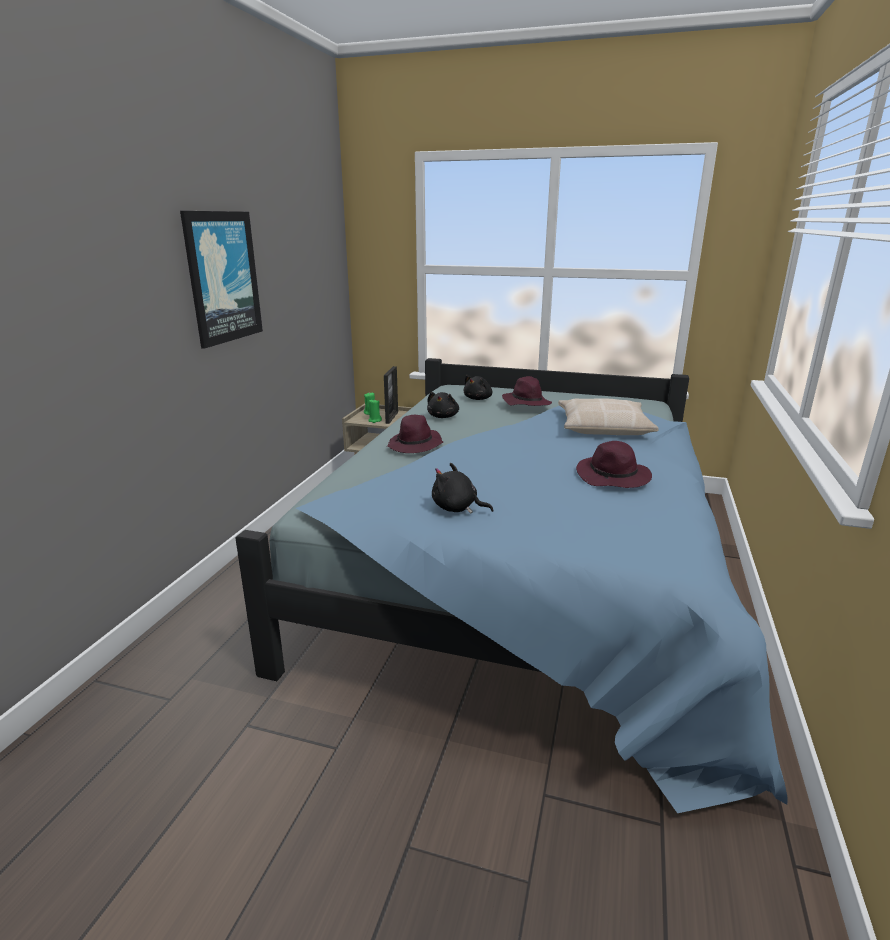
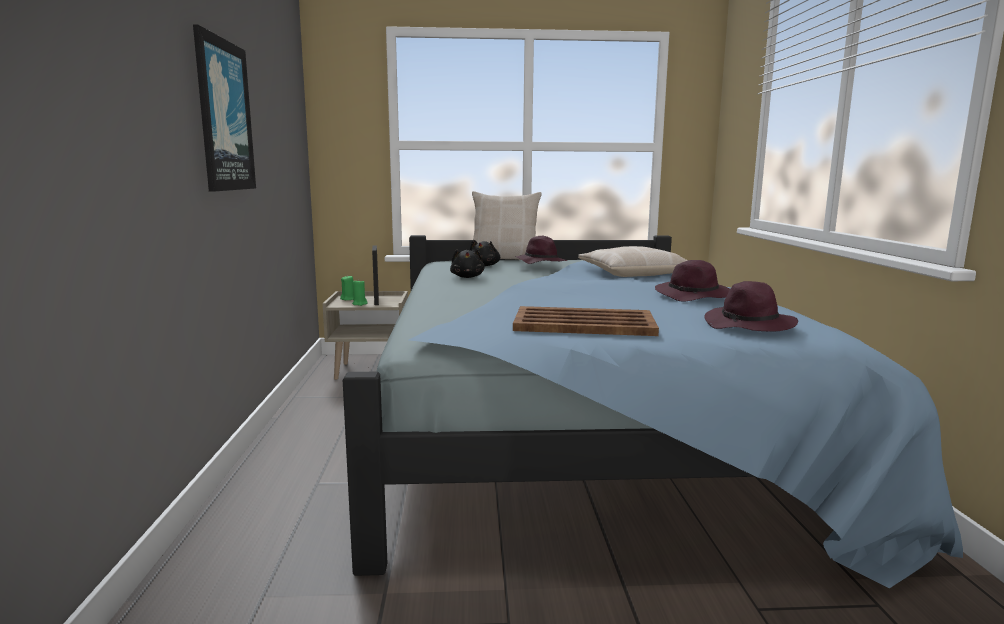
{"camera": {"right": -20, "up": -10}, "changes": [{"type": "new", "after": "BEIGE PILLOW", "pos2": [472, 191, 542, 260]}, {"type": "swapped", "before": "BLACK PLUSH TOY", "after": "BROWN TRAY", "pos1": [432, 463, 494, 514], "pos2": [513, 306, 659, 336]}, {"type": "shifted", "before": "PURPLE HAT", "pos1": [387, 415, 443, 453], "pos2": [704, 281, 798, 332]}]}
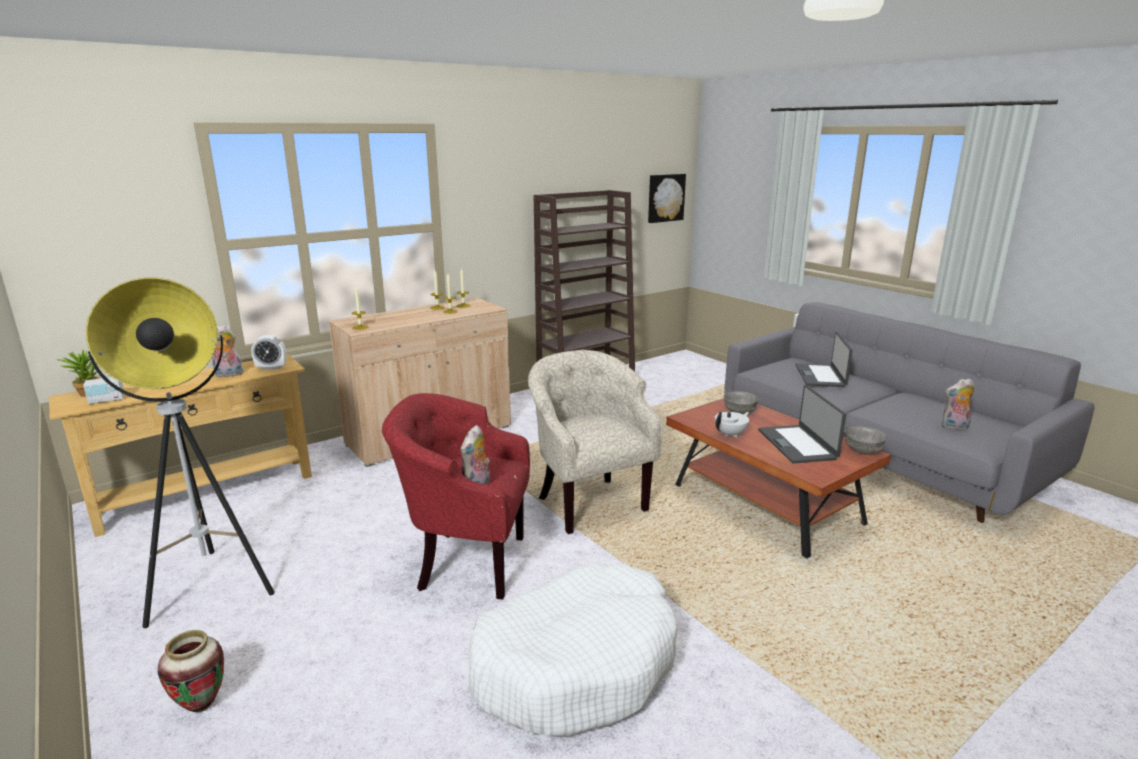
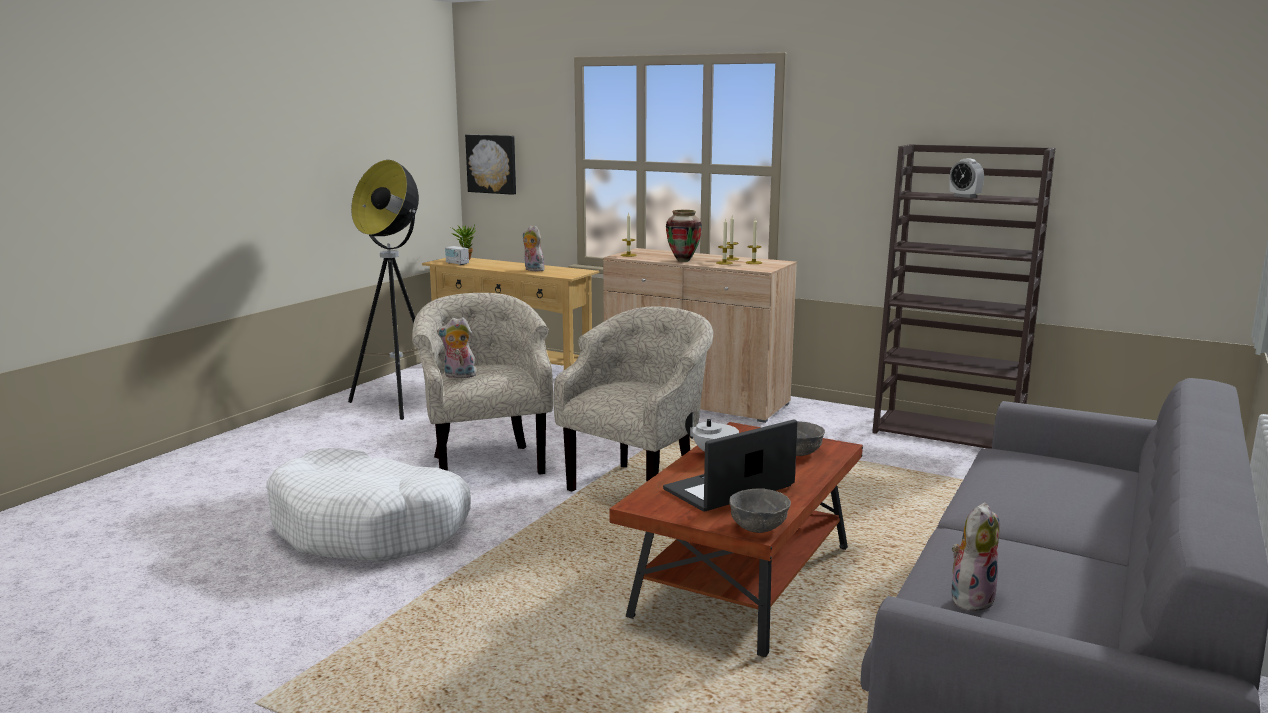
{"camera": {"right": 65, "up": -5}, "changes": [{"type": "repainted", "before": "RED ARMCHAIR", "after": "BEIGE ARMCHAIR", "pos1": [382, 393, 530, 599], "pos2": [412, 293, 553, 475]}, {"type": "shifted", "before": "PICTURE", "pos1": [648, 174, 686, 223], "pos2": [465, 135, 516, 195]}, {"type": "shifted", "before": "VASE", "pos1": [158, 630, 224, 713], "pos2": [666, 210, 702, 262]}, {"type": "shifted", "before": "ALARM CLOCK", "pos1": [251, 335, 286, 370], "pos2": [949, 159, 984, 198]}, {"type": "rotated", "before": "PLUSH TOY", "pos1": [942, 378, 974, 430], "pos2": [951, 503, 1000, 611], "turn": 75}, {"type": "gone", "before": "LAPTOP", "pos1": [795, 332, 853, 387]}]}
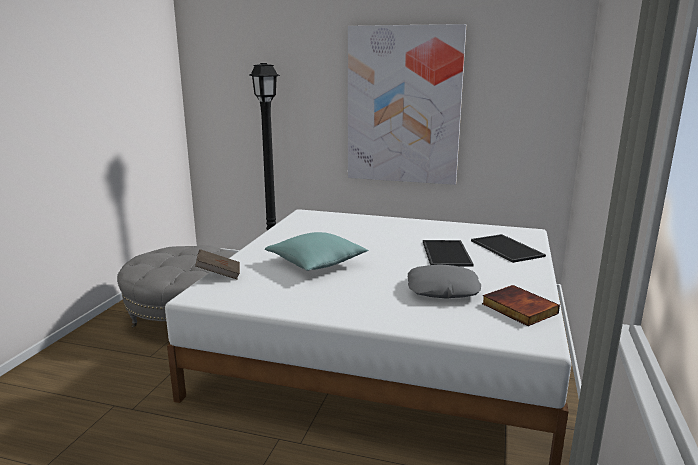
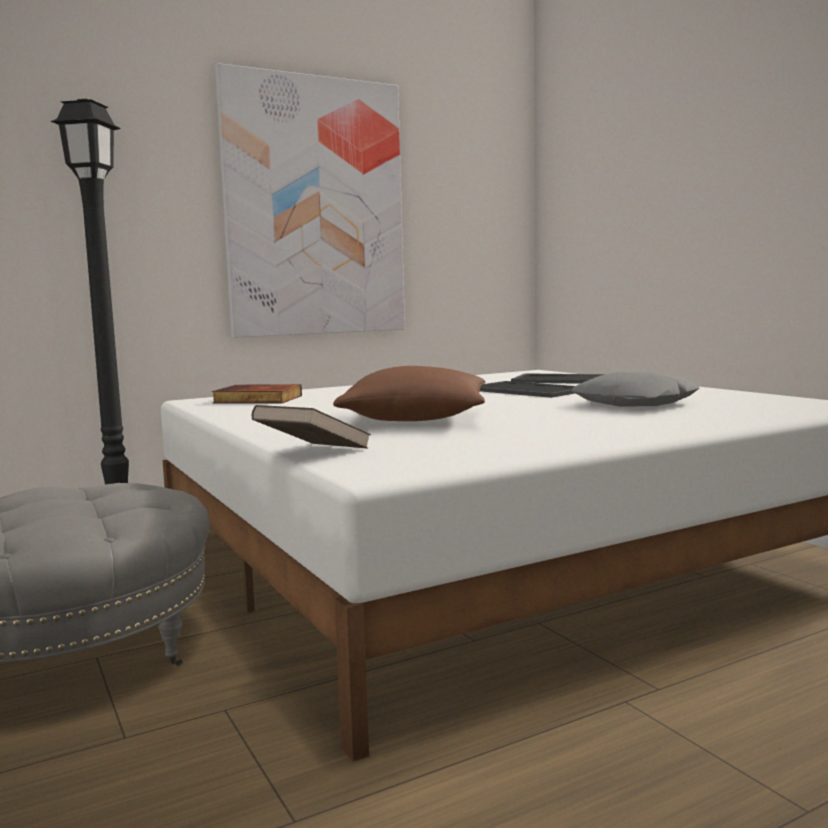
{"camera": {"right": -45, "up": -10}, "changes": [{"type": "shifted", "before": "BOOK", "pos1": [482, 285, 560, 326], "pos2": [212, 384, 302, 404]}, {"type": "repainted", "before": "TURQUOISE PILLOW", "after": "BROWN PILLOW", "pos1": [265, 232, 369, 271], "pos2": [333, 366, 485, 421]}]}
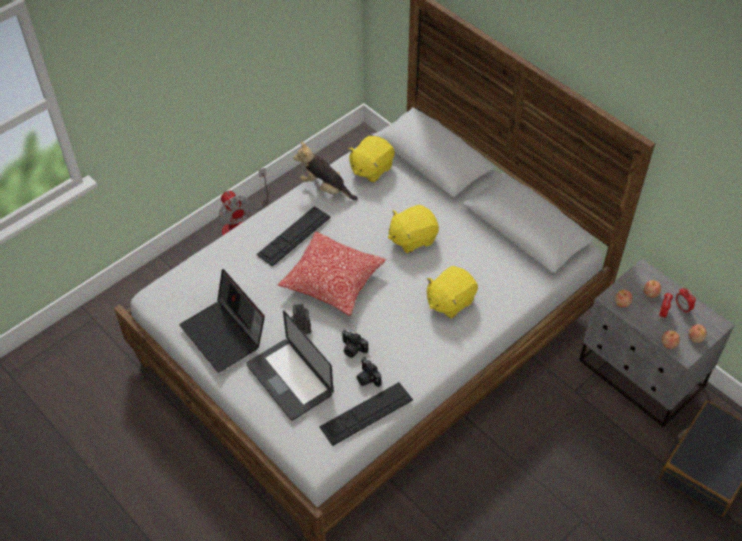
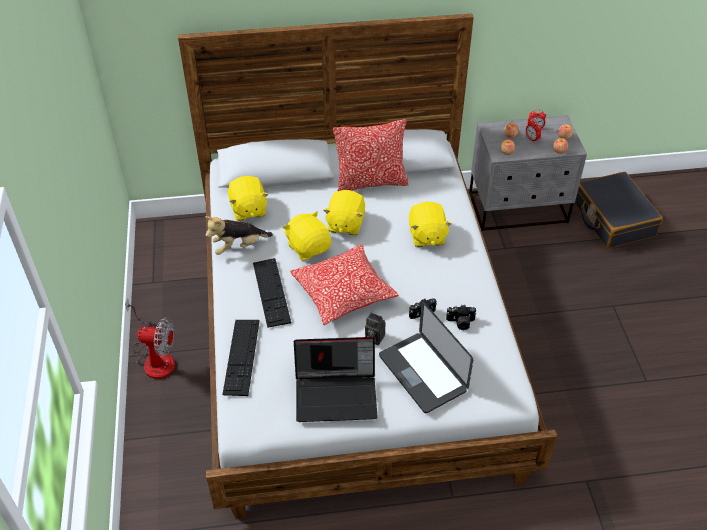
{"camera": {"right": -55, "up": -5}, "changes": [{"type": "shifted", "before": "KEYBOARD", "pos1": [319, 382, 413, 446], "pos2": [222, 320, 259, 396]}, {"type": "new", "after": "YELLOW PLUSH TOY", "pos2": [283, 211, 331, 261]}, {"type": "new", "after": "PILLOW", "pos2": [333, 119, 409, 191]}, {"type": "rotated", "before": "LAPTOP", "pos1": [246, 310, 333, 420], "pos2": [379, 301, 473, 413], "turn": 60}]}
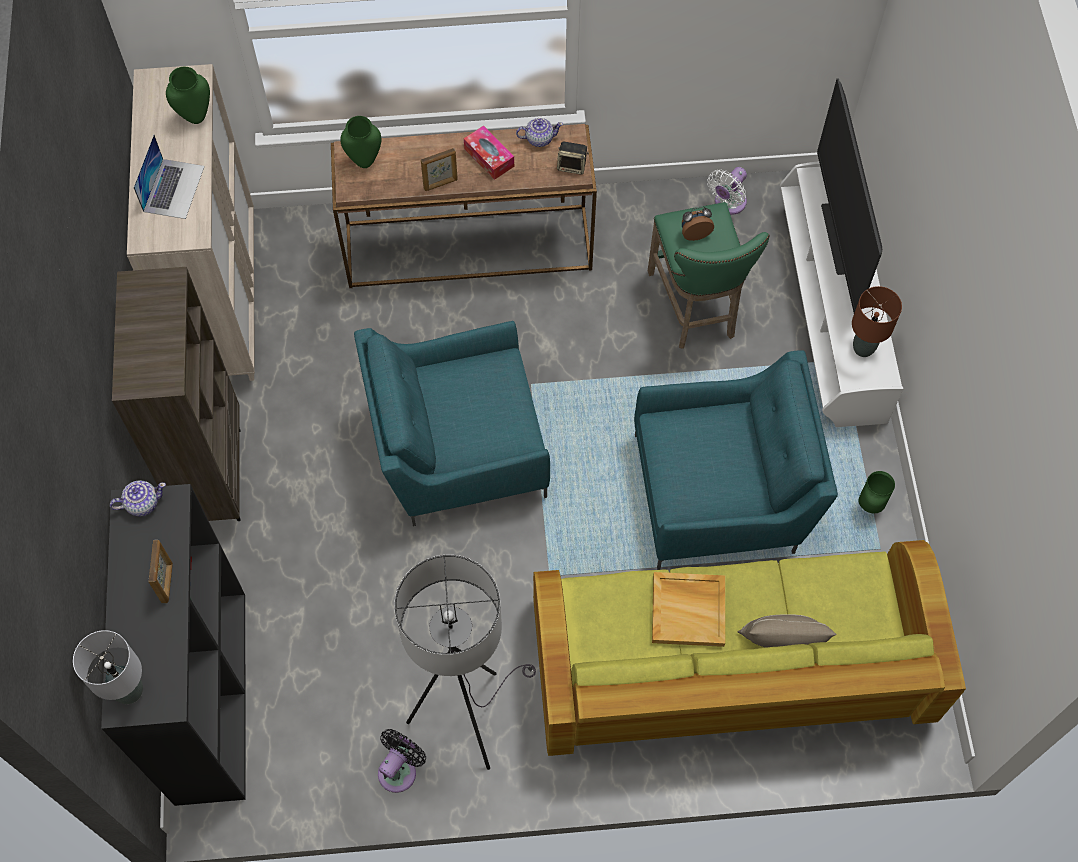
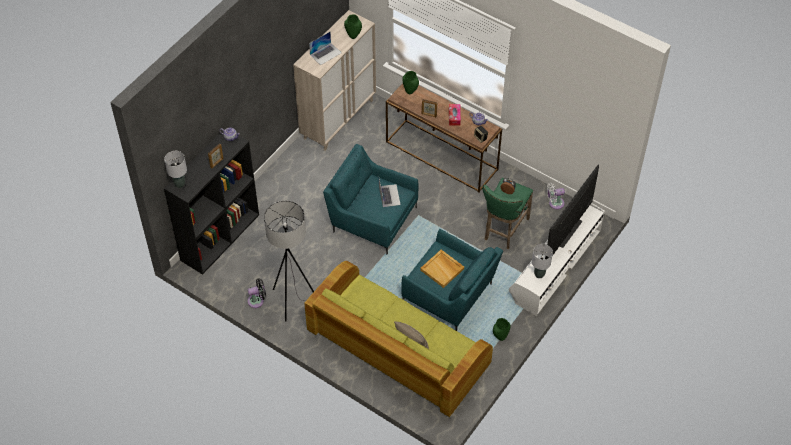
{"camera": {"right": 40, "up": -10}, "changes": [{"type": "new", "after": "LAPTOP", "pos2": [379, 179, 401, 207]}, {"type": "shifted", "before": "BEIGE TRAY", "pos1": [652, 572, 725, 647], "pos2": [420, 250, 464, 288]}, {"type": "repainted", "before": "BROWN TABLE LAMP", "after": "GREY TABLE LAMP", "pos1": [852, 286, 902, 357], "pos2": [532, 244, 553, 278]}, {"type": "gone", "before": "BROWN BOOKCASE", "pos1": [112, 267, 241, 521]}]}
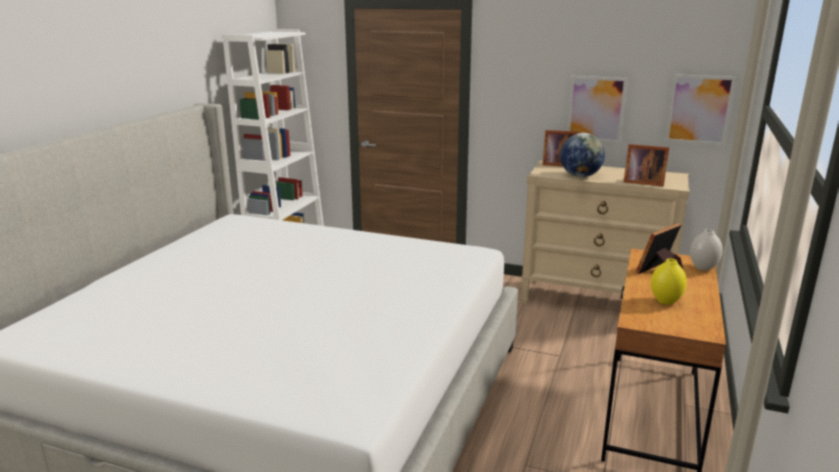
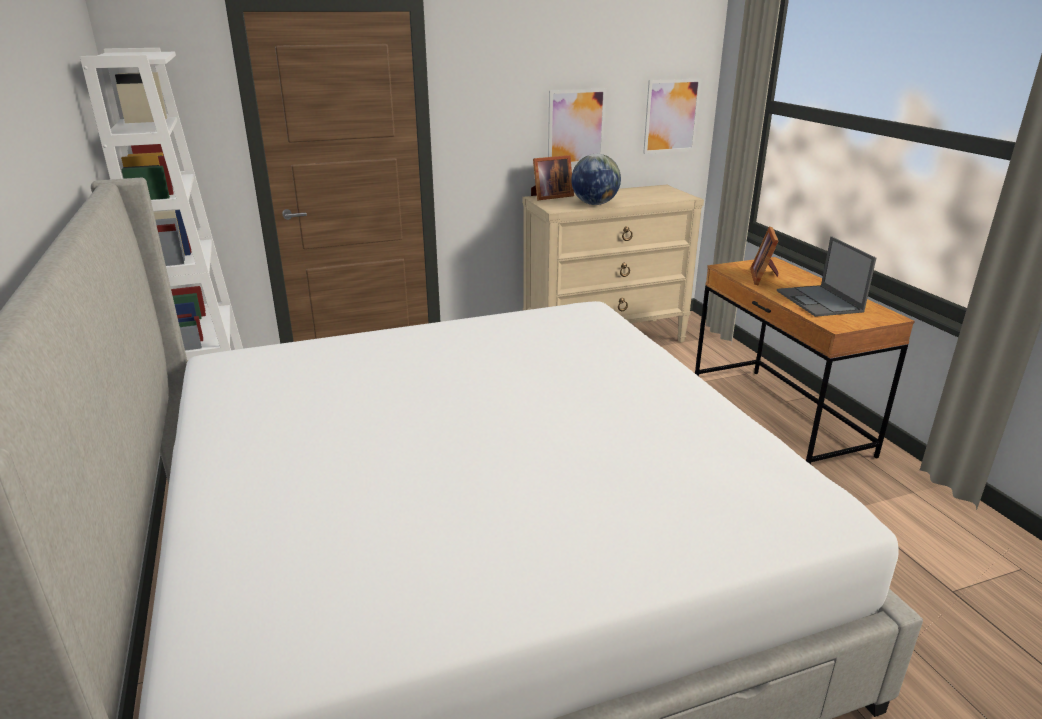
{"camera": {"right": -40, "up": 5}, "changes": [{"type": "swapped", "before": "YELLOW VASE", "after": "LAPTOP", "pos1": [651, 258, 687, 305], "pos2": [777, 236, 876, 317]}, {"type": "gone", "before": "PICTURE FRAME", "pos1": [624, 144, 669, 187]}, {"type": "gone", "before": "WHITE VASE", "pos1": [690, 229, 723, 271]}]}
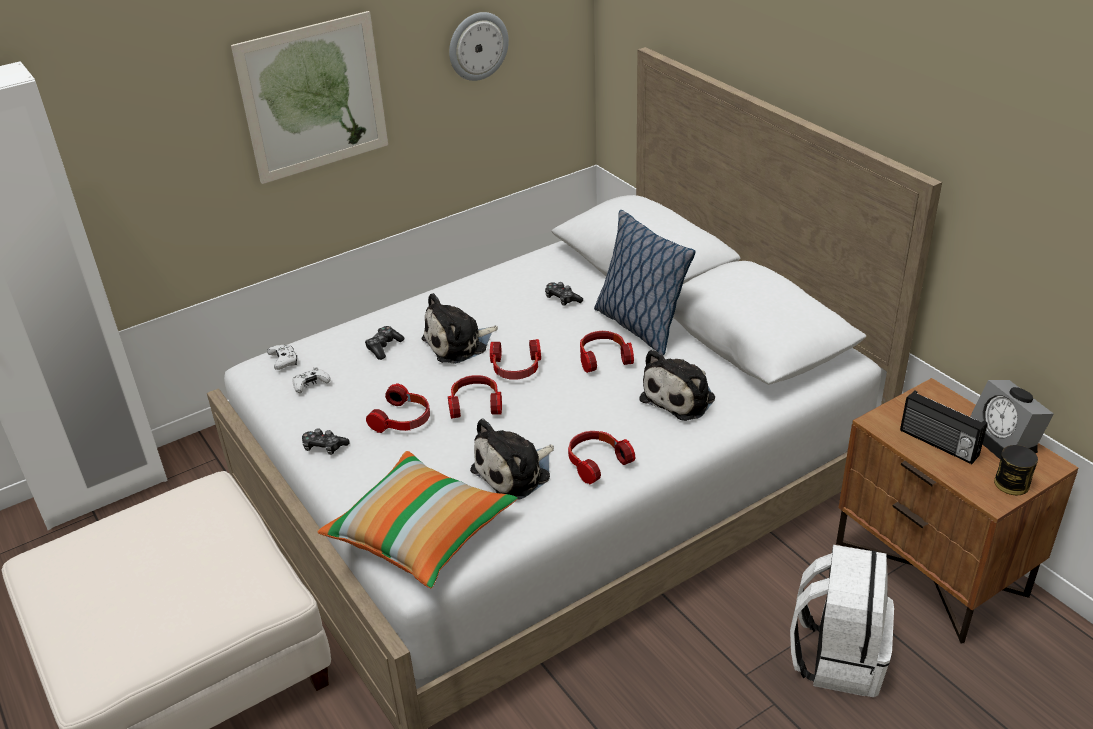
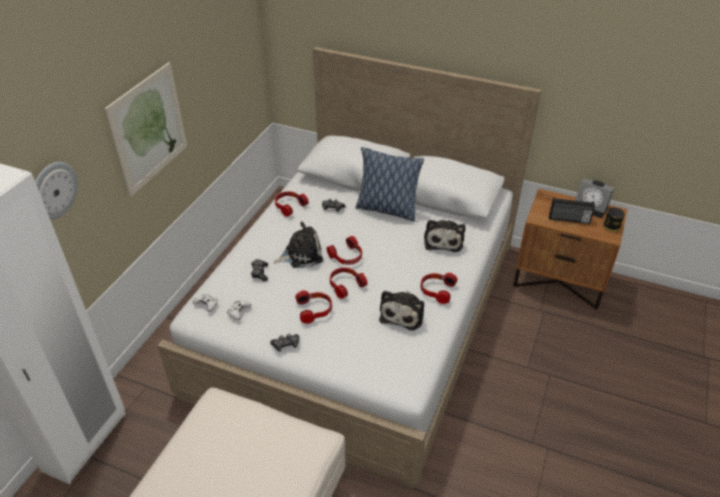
{"camera": {"right": -35, "up": 5}, "changes": [{"type": "shifted", "before": "WALL CLOCK", "pos1": [449, 12, 509, 81], "pos2": [35, 162, 78, 220]}, {"type": "rotated", "before": "PLUSH TOY", "pos1": [422, 293, 498, 364], "pos2": [274, 222, 323, 268], "turn": -135}, {"type": "shifted", "before": "HEADPHONES", "pos1": [580, 331, 634, 373], "pos2": [275, 191, 309, 217]}, {"type": "gone", "before": "PILLOW", "pos1": [317, 451, 517, 588]}, {"type": "gone", "before": "WHITE BACKPACK", "pos1": [790, 545, 894, 697]}]}
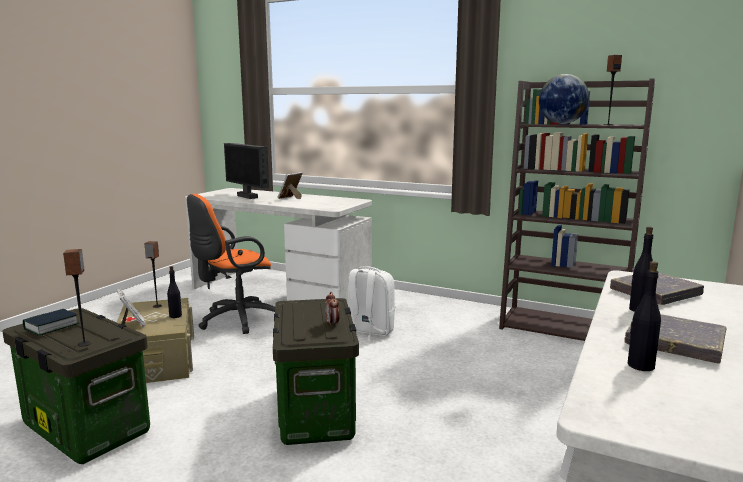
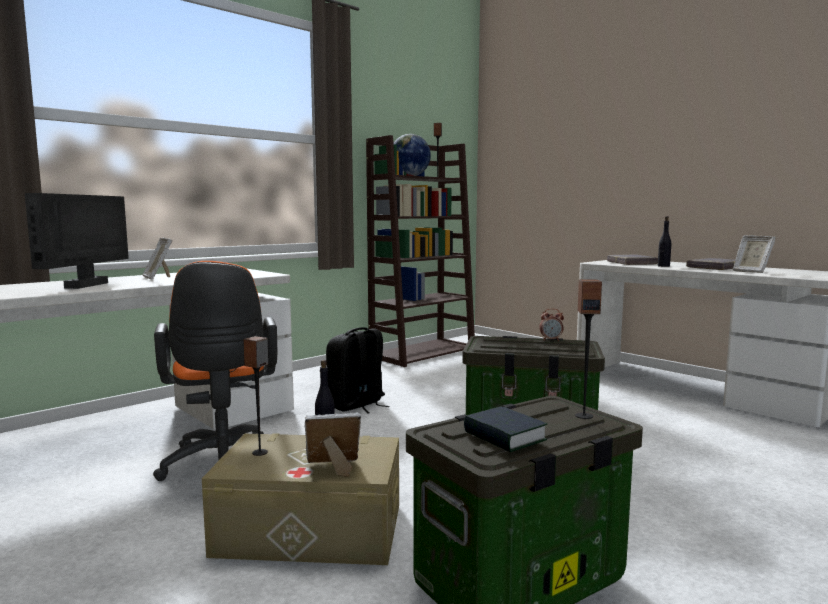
{"camera": {"right": -70, "up": -5}, "changes": [{"type": "rotated", "before": "MONITOR", "pos1": [224, 143, 269, 199], "pos2": [25, 193, 129, 289], "turn": 120}, {"type": "repainted", "before": "WHITE BACKPACK", "after": "BLACK BACKPACK", "pos1": [347, 266, 395, 342], "pos2": [326, 328, 389, 414]}, {"type": "swapped", "before": "BLACK BOTTLE", "after": "PICTURE FRAME", "pos1": [628, 261, 661, 371], "pos2": [733, 235, 776, 273]}]}
